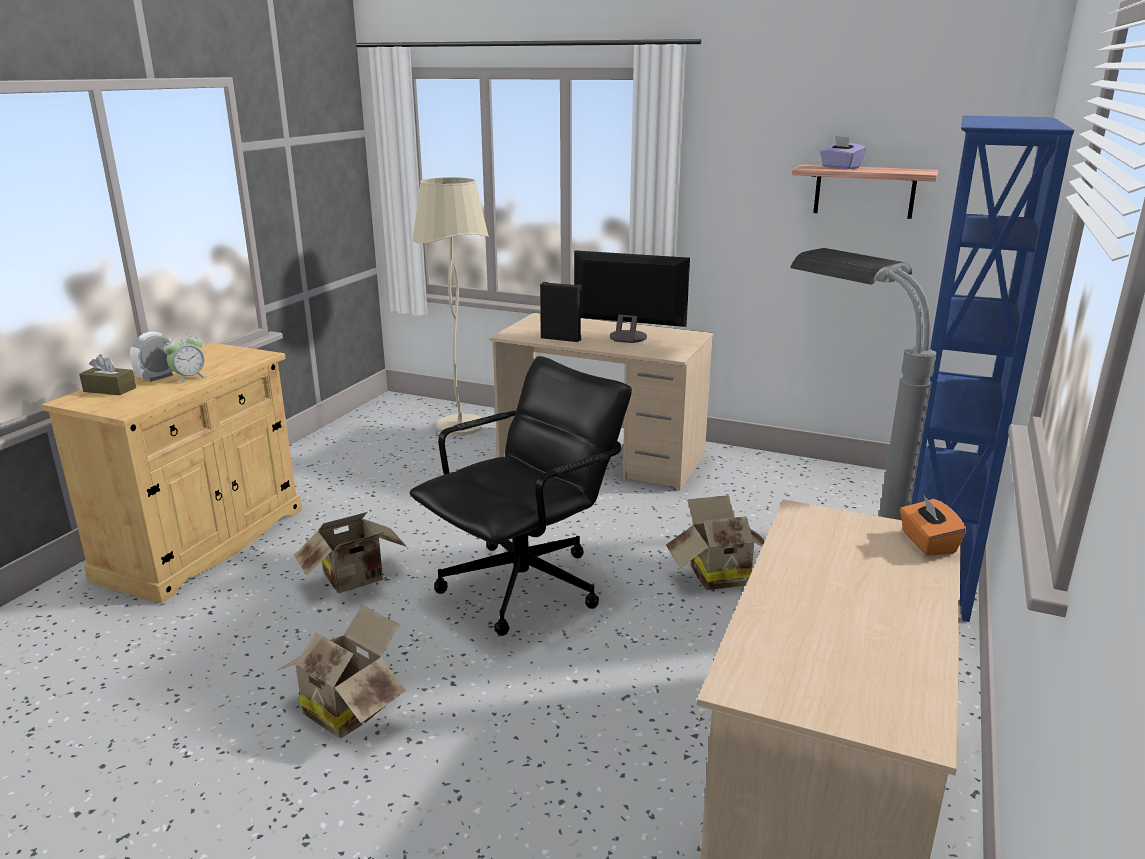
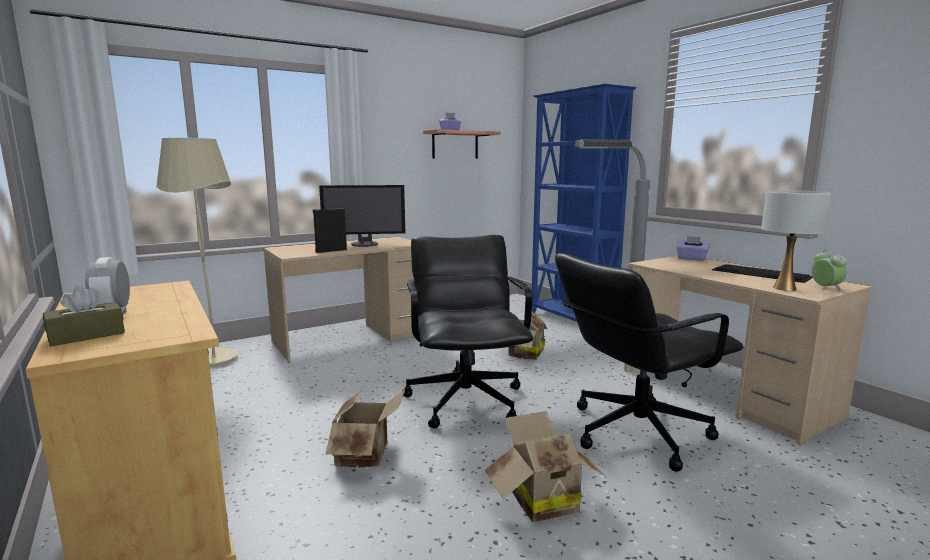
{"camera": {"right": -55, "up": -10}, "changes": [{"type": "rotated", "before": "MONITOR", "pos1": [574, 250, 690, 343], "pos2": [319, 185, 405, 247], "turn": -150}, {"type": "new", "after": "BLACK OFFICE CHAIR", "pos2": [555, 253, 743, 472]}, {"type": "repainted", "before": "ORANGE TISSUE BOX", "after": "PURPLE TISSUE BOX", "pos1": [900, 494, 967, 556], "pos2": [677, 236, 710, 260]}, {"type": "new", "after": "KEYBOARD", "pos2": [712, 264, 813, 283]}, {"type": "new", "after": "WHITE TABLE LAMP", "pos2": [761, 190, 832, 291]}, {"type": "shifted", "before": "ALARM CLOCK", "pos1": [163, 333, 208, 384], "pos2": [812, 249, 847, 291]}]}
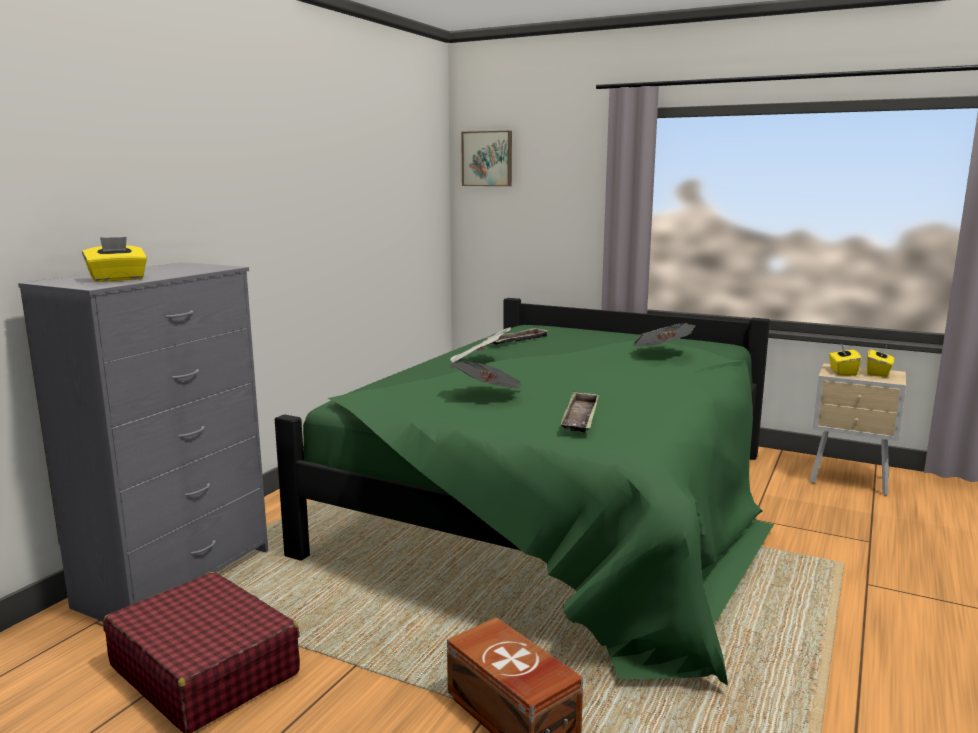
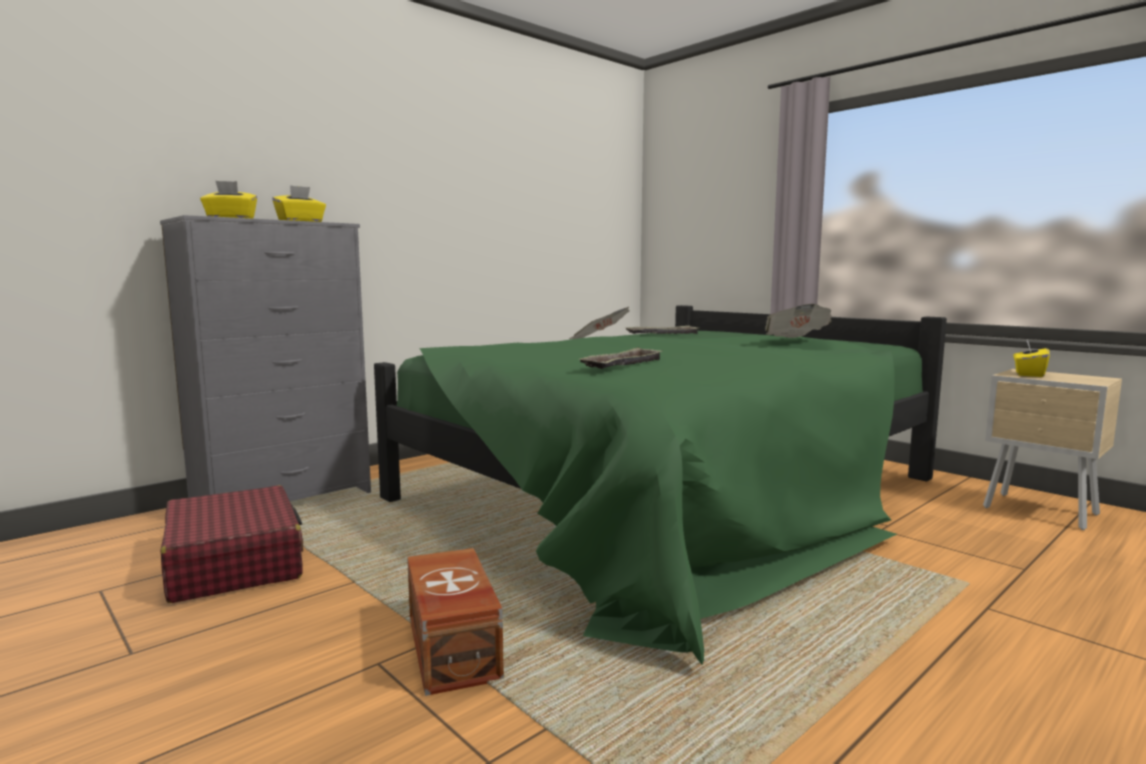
{"camera": {"right": 20, "up": -5}, "changes": [{"type": "shifted", "before": "YELLOW TISSUE BOX", "pos1": [867, 347, 894, 377], "pos2": [272, 185, 326, 222]}, {"type": "gone", "before": "NEWSPAPER", "pos1": [449, 361, 523, 388]}, {"type": "gone", "before": "PICTURE", "pos1": [461, 131, 512, 186]}]}
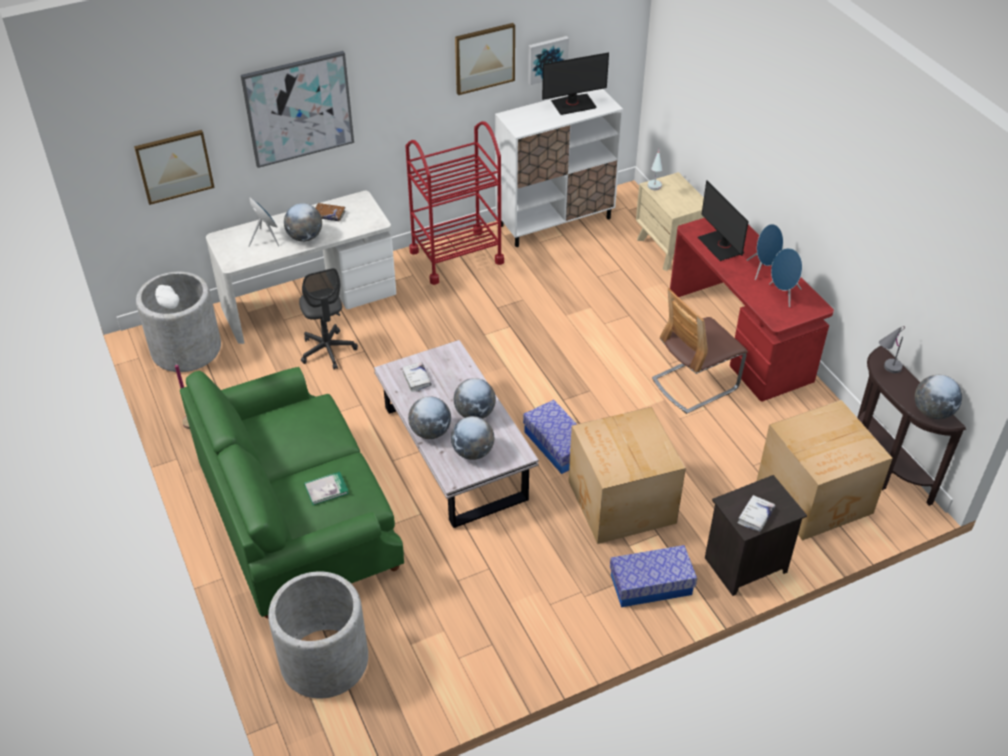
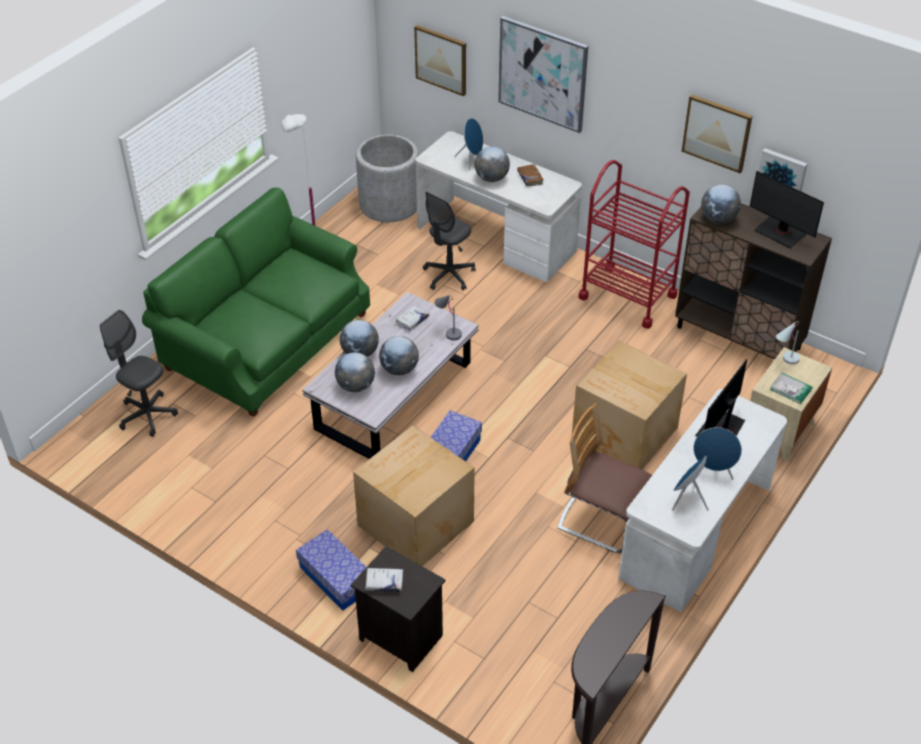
{"camera": {"right": 60, "up": 0}, "changes": [{"type": "swapped", "before": "GREY PLANTER", "after": "GREY OFFICE CHAIR", "pos1": [268, 571, 368, 699], "pos2": [100, 310, 178, 437]}, {"type": "shifted", "before": "GREY TABLE LAMP", "pos1": [879, 326, 905, 373], "pos2": [434, 295, 462, 341]}, {"type": "shifted", "before": "CARDBOARD BOX", "pos1": [757, 400, 893, 541], "pos2": [572, 341, 687, 470]}, {"type": "repainted", "before": "RED DESK", "after": "WHITE DESK", "pos1": [670, 218, 834, 401], "pos2": [618, 389, 787, 612]}, {"type": "repainted", "before": "WHITE CABINET", "after": "BROWN CABINET", "pos1": [495, 89, 623, 247], "pos2": [675, 203, 832, 359]}, {"type": "shifted", "before": "GLOBE", "pos1": [915, 375, 962, 419], "pos2": [701, 184, 741, 224]}, {"type": "shifted", "before": "BOOK", "pos1": [304, 472, 349, 505], "pos2": [770, 373, 812, 404]}]}
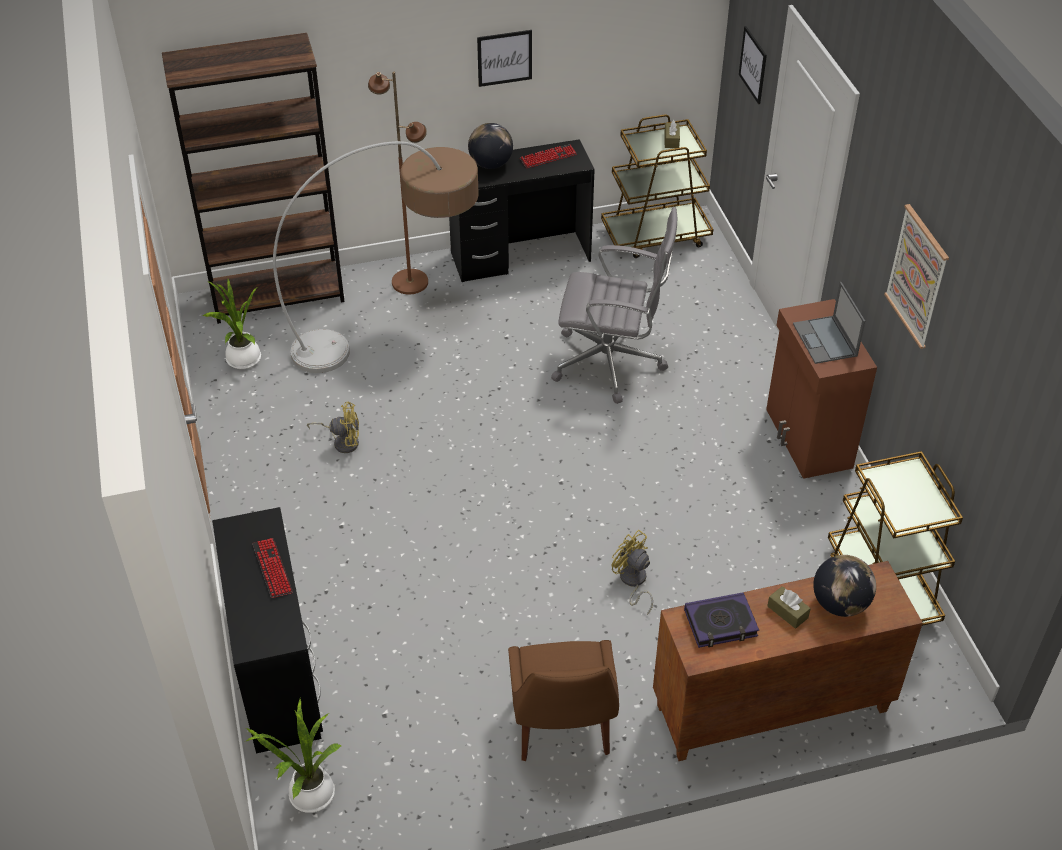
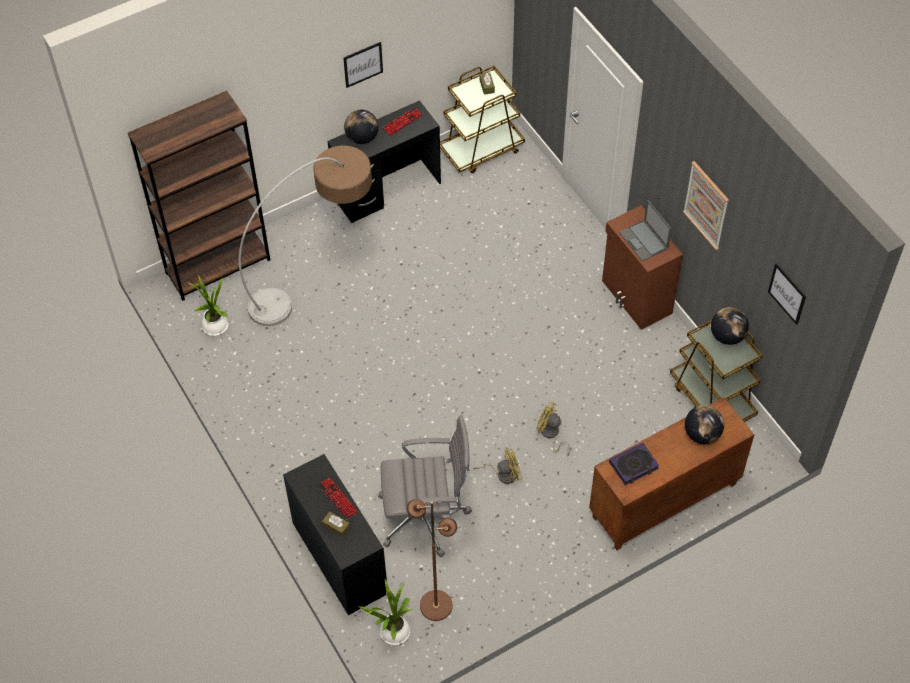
{"camera": {"right": -15, "up": 10}, "changes": [{"type": "shifted", "before": "BROWN TISSUE BOX", "pos1": [767, 586, 811, 629], "pos2": [322, 512, 350, 538]}, {"type": "shifted", "before": "GREY OFFICE CHAIR", "pos1": [551, 207, 677, 404], "pos2": [378, 415, 472, 557]}, {"type": "shifted", "before": "BROWN FLOOR LAMP", "pos1": [368, 72, 428, 294], "pos2": [406, 499, 457, 621]}, {"type": "shifted", "before": "YELLOW FAN", "pos1": [307, 402, 359, 453], "pos2": [473, 447, 522, 484]}, {"type": "new", "after": "GLOBE", "pos2": [711, 307, 749, 345]}, {"type": "shifted", "before": "PICTURE", "pos1": [739, 26, 767, 104], "pos2": [768, 263, 806, 325]}, {"type": "gone", "before": "BROWN CHAIR", "pos1": [508, 640, 619, 761]}]}
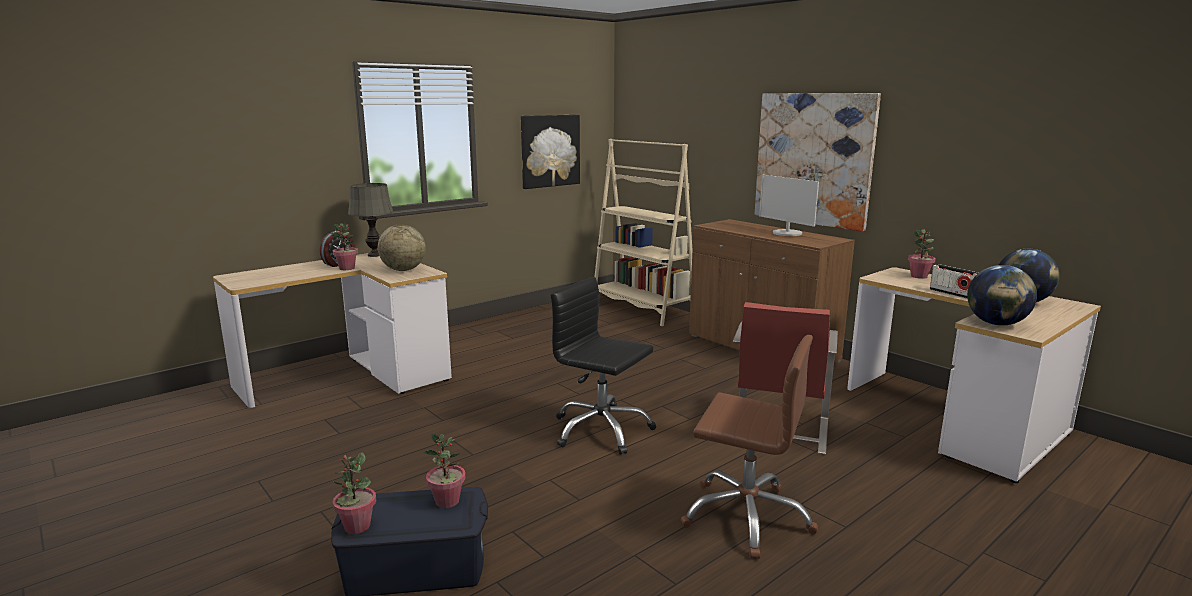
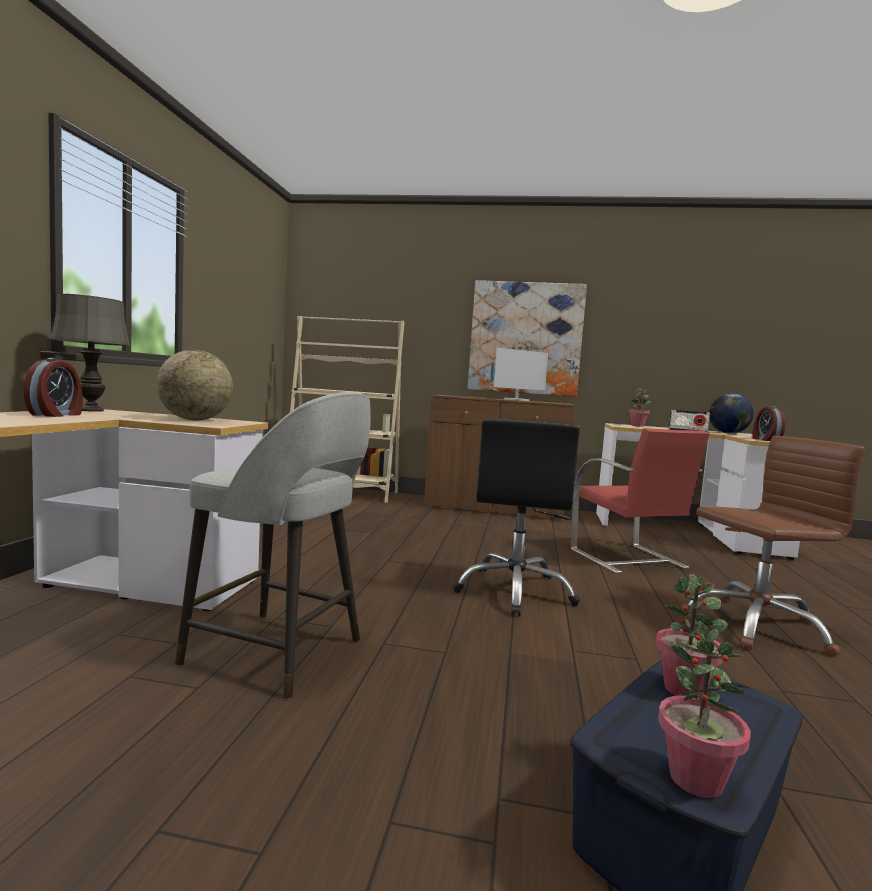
{"camera": {"right": -40, "up": -10}, "changes": [{"type": "new", "after": "GREY STOOL", "pos2": [175, 392, 371, 700]}, {"type": "rotated", "before": "BLACK OFFICE CHAIR", "pos1": [551, 277, 656, 455], "pos2": [453, 419, 580, 616], "turn": -75}, {"type": "rotated", "before": "MONITOR", "pos1": [759, 175, 819, 236], "pos2": [494, 347, 548, 401], "turn": -45}, {"type": "swapped", "before": "GLOBE", "after": "ALARM CLOCK", "pos1": [967, 265, 1037, 326], "pos2": [752, 406, 786, 441]}, {"type": "gone", "before": "POTTED PLANT", "pos1": [331, 223, 358, 270]}, {"type": "gone", "before": "PICTURE", "pos1": [521, 115, 580, 189]}]}
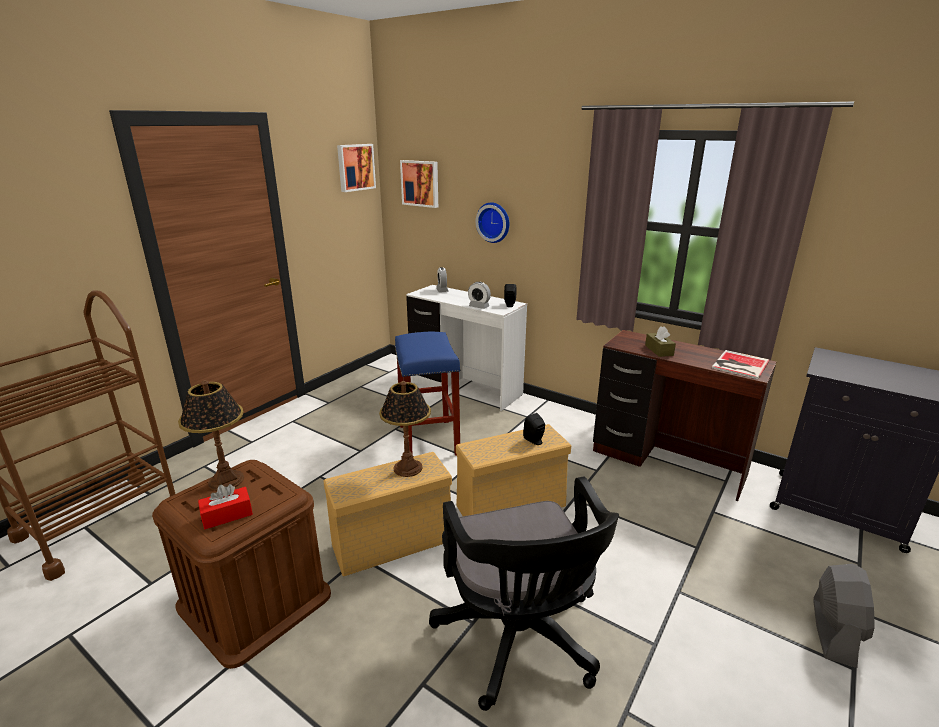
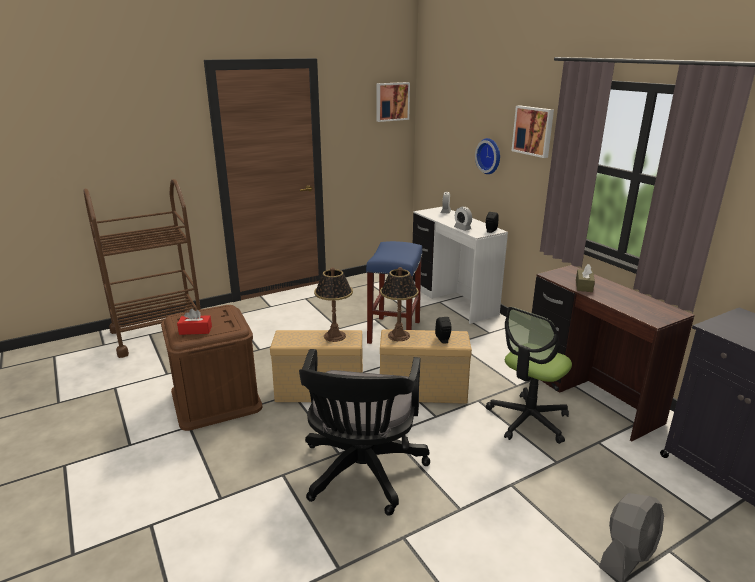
{"camera": {"right": 25, "up": 0}, "changes": [{"type": "shifted", "before": "TABLE LAMP", "pos1": [178, 380, 244, 491], "pos2": [380, 267, 419, 341]}, {"type": "new", "after": "OFFICE CHAIR", "pos2": [486, 307, 572, 444]}, {"type": "shifted", "before": "PICTURE", "pos1": [400, 160, 438, 208], "pos2": [512, 105, 554, 158]}, {"type": "gone", "before": "BOOK", "pos1": [712, 350, 770, 379]}]}
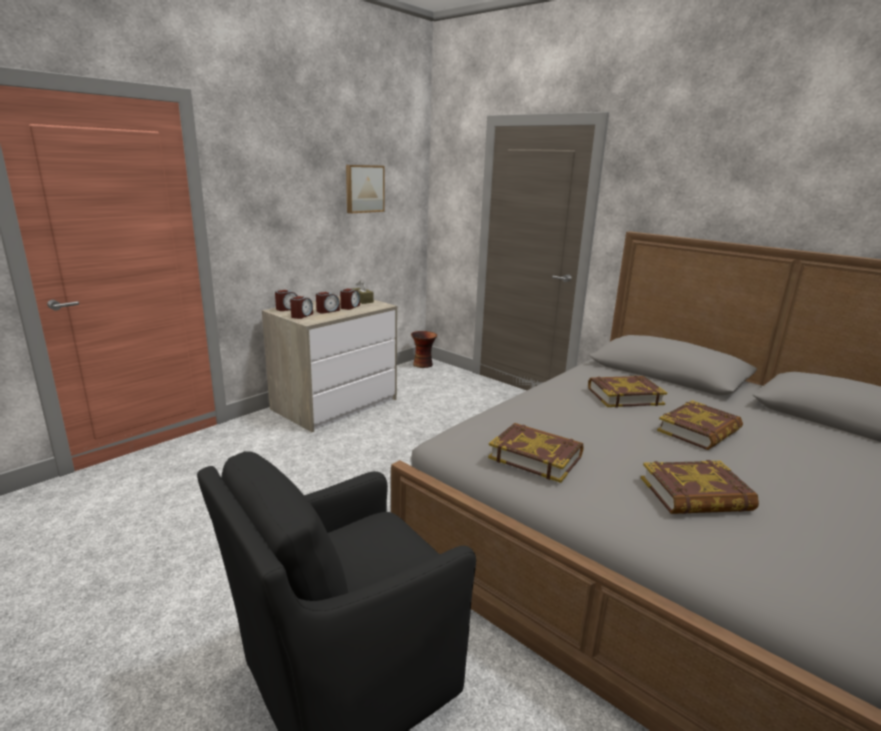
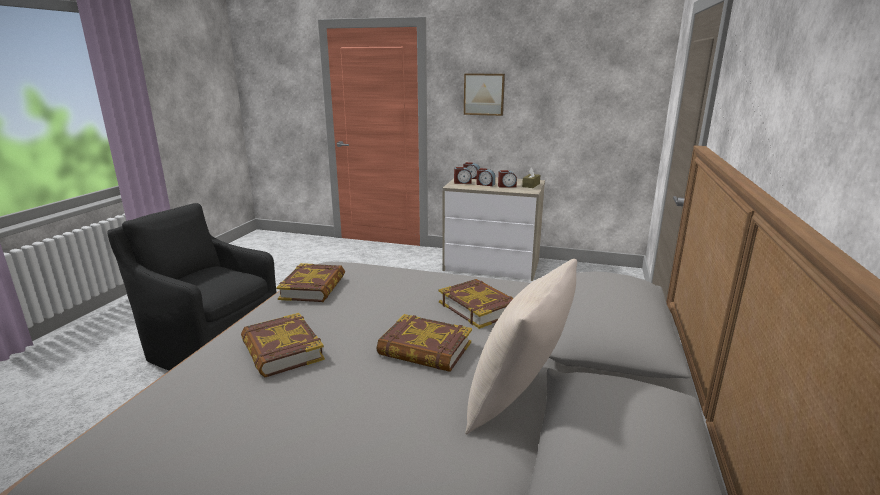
{"camera": {"right": 65, "up": 0}, "changes": [{"type": "shifted", "before": "PICTURE", "pos1": [346, 165, 385, 213], "pos2": [464, 74, 505, 116]}, {"type": "new", "after": "BEIGE PILLOW", "pos2": [465, 259, 577, 434]}, {"type": "gone", "before": "VASE", "pos1": [411, 331, 437, 368]}]}
